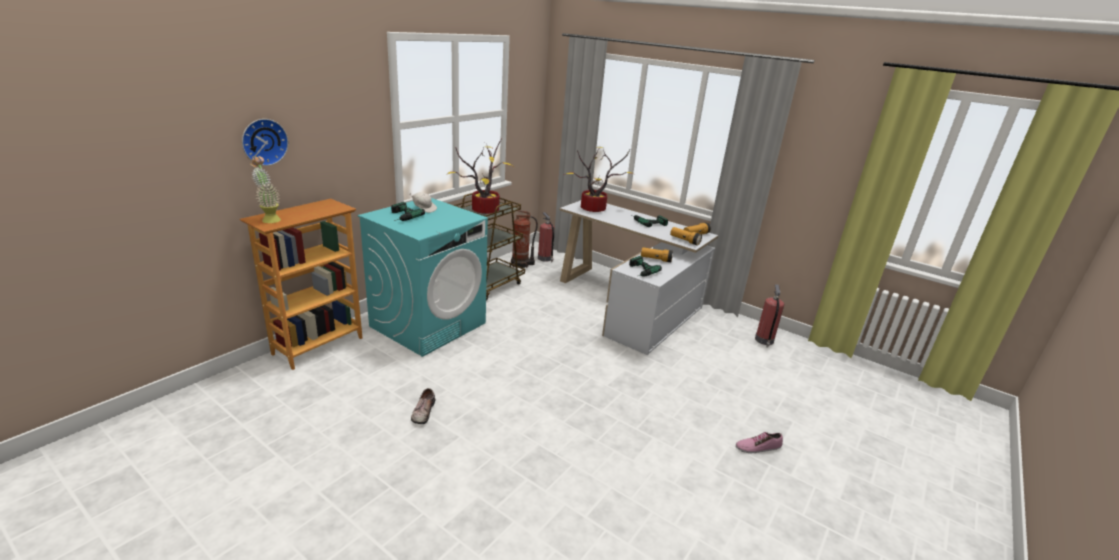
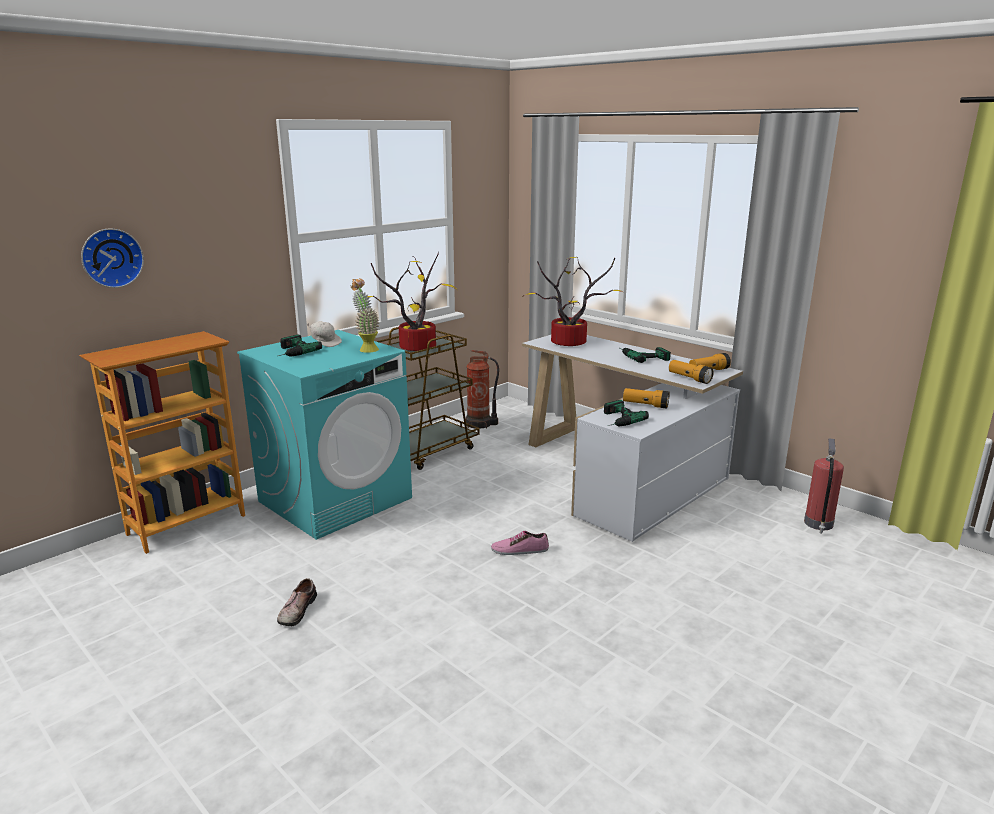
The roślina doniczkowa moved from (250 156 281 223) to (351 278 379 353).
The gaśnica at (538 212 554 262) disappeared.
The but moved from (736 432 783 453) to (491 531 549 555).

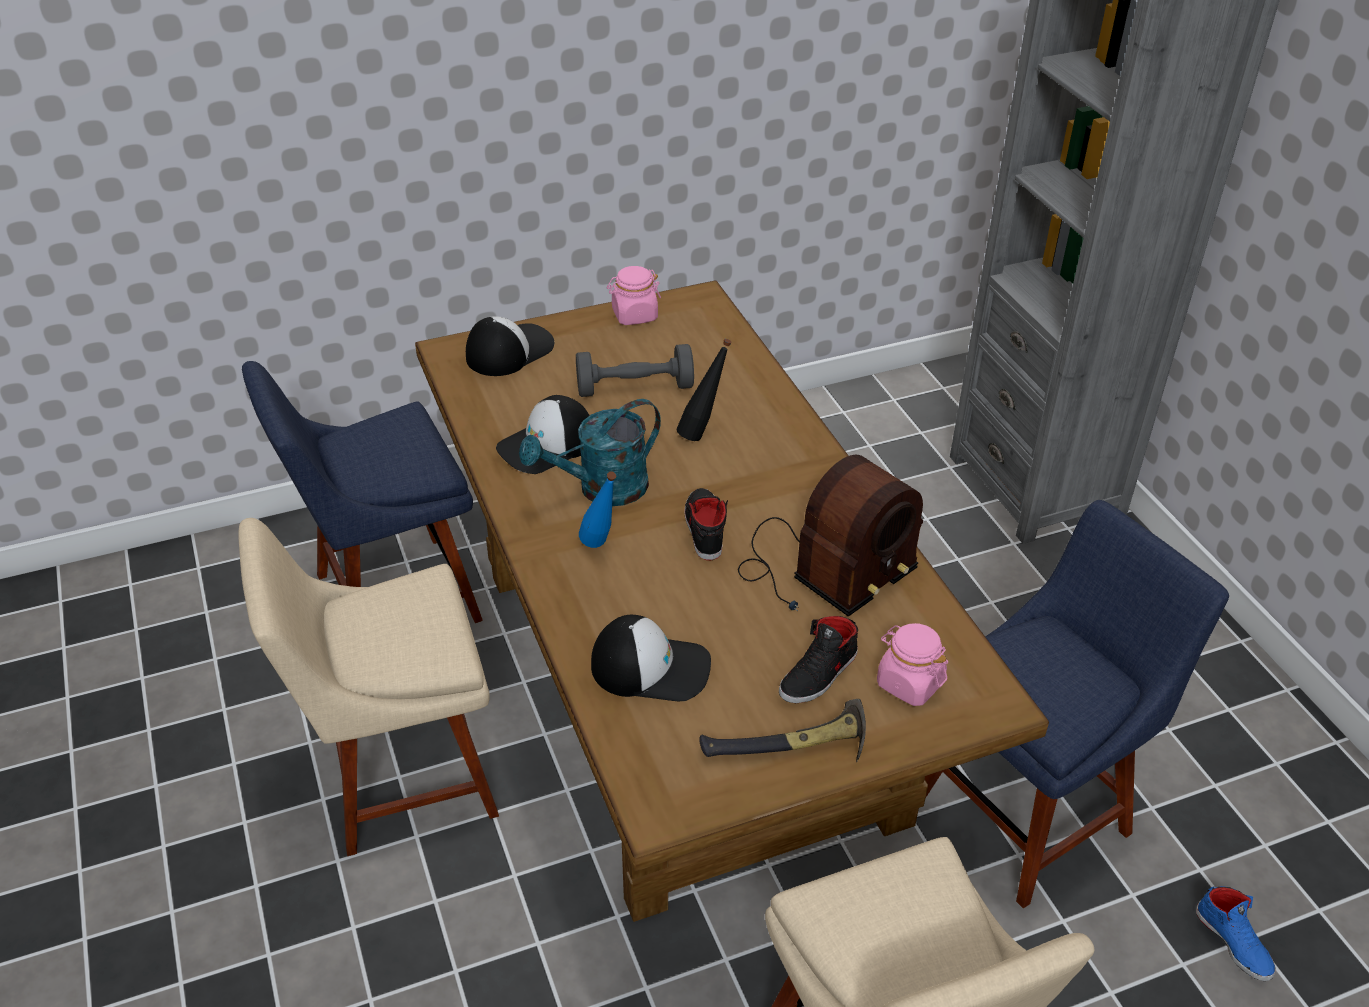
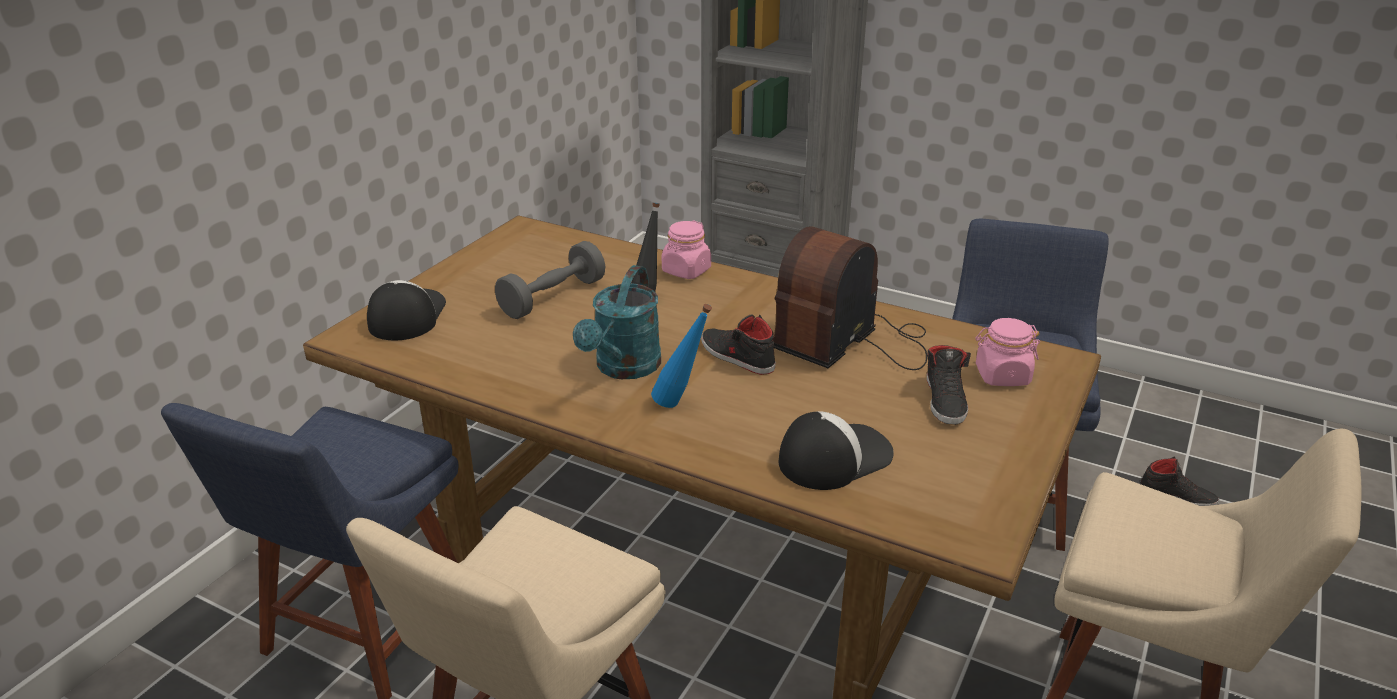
The słoik [różowy] moved from (607 266 661 325) to (662 220 711 279).
The czapka z daszkiem at (496 395 590 474) disappeared.
The radio at (738 455 923 617) turned 150 degrees counterclockwise.
The młotek at (699 699 866 763) disappeared.
The but [niebieski] at (1196 886 1276 981) became the but [czarny] at (1140 457 1219 506).

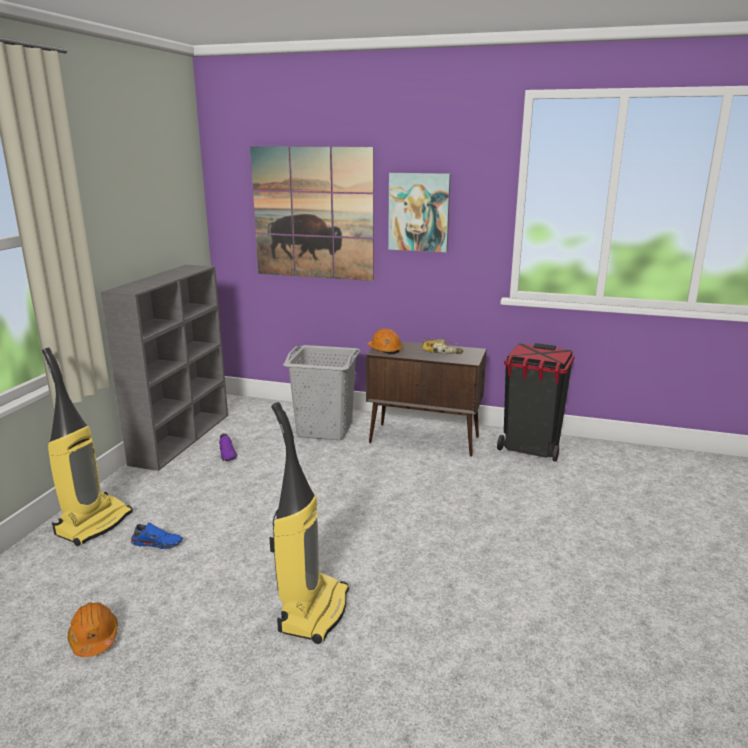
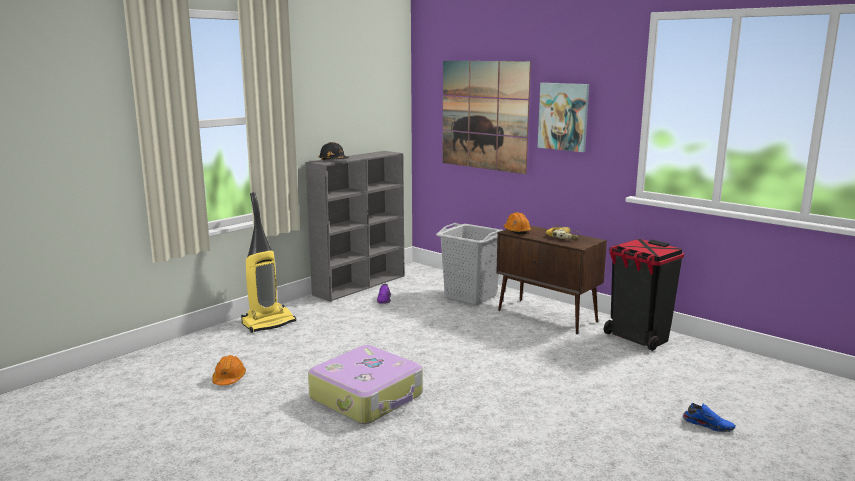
The odkurzacz at (269 402 349 644) was replaced by the walizka at (308 345 423 424).
The but [niebieski] moved from (131 523 183 549) to (683 403 736 432).
The kask [czarny] at (318 142 349 160) appeared.

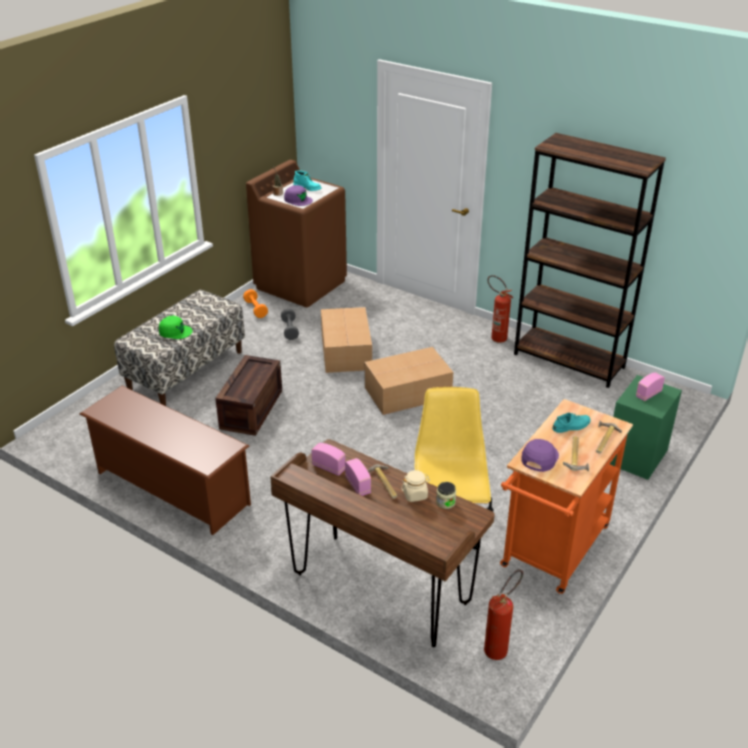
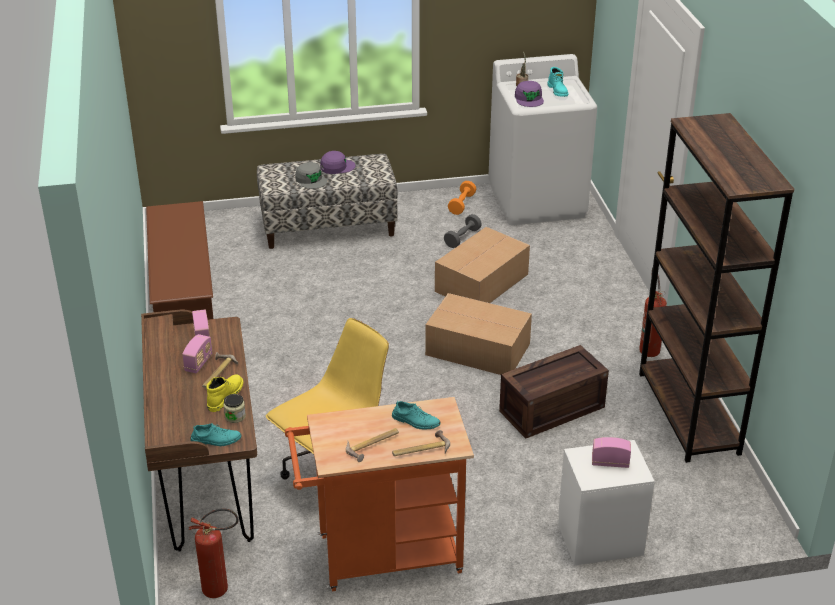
The pralka [brązowy] at (246 160 347 307) became the pralka [biały] at (488 54 597 225).
The czapka z daszkiem [zielony] at (159 315 193 339) became the czapka z daszkiem [szary] at (295 162 327 189).
The skrzynka moved from (215 355 282 436) to (499 345 609 439).
The szafka nocna [zielony] at (610 375 682 480) became the szafka nocna [biały] at (558 440 655 565).
The czapka z daszkiem [fioletowy] moved from (522 439 559 472) to (320 151 356 174).
The słoik [beżowy] at (401 470 430 502) was replaced by the but z cholewką [żółty] at (206 374 243 412).
The but [turkusowy] at (191 423 241 446) appeared.

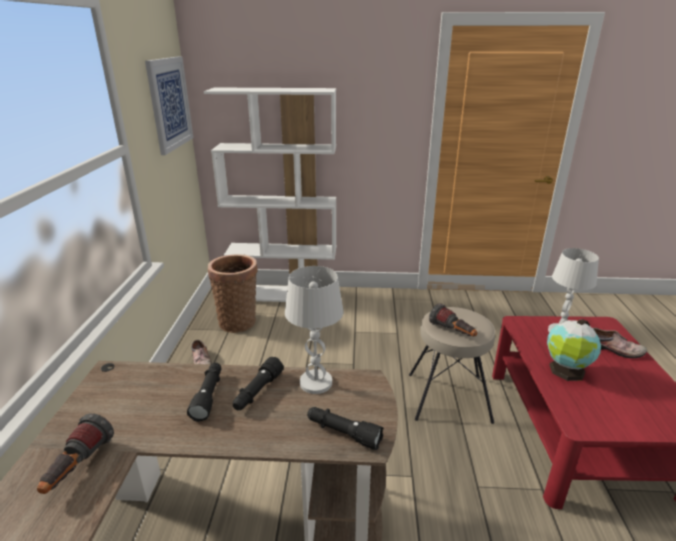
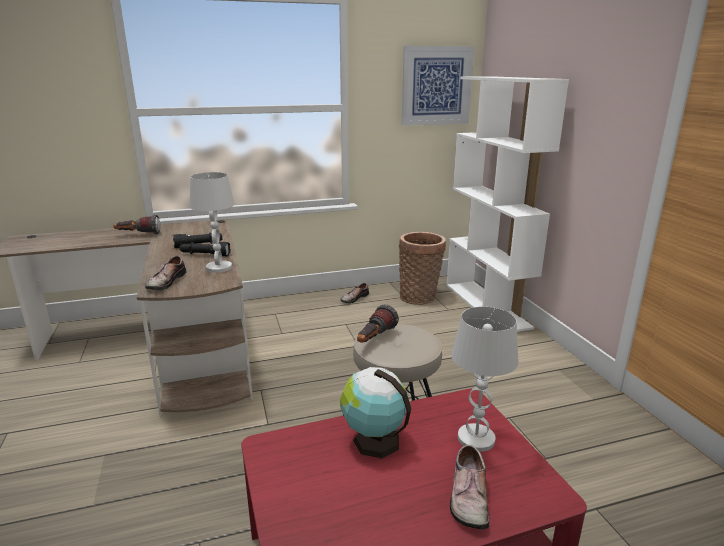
The latarka [czarny] at (307 407 384 450) was replaced by the but at (145 256 187 291).

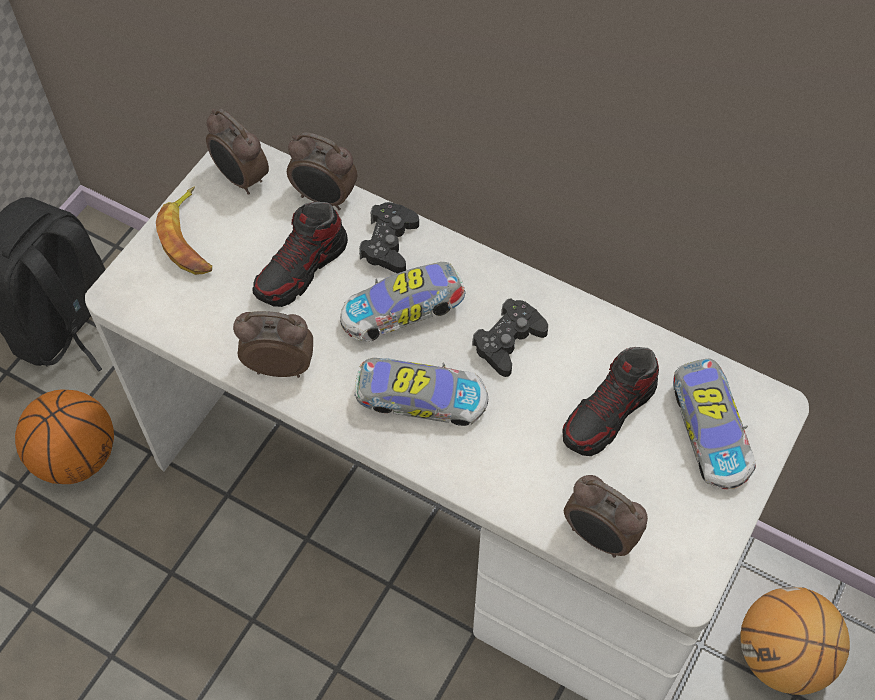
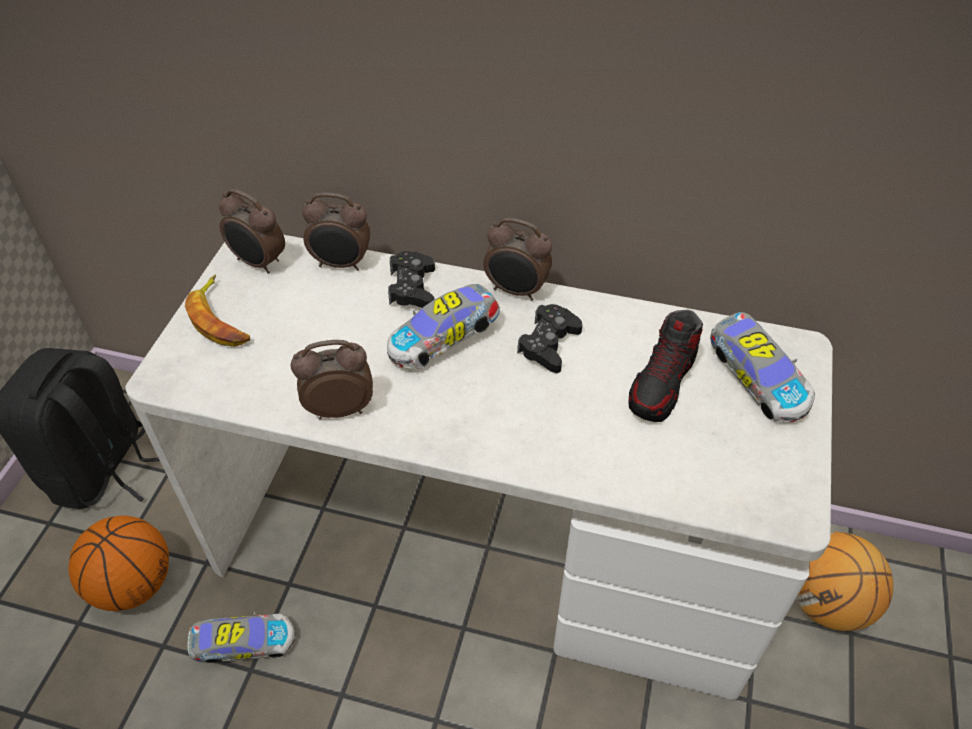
The but at (253 202 348 307) disappeared.
The samochodzik moved from (354 358 488 426) to (187 612 296 663).
The budzik moved from (564 475 648 558) to (484 218 552 301).

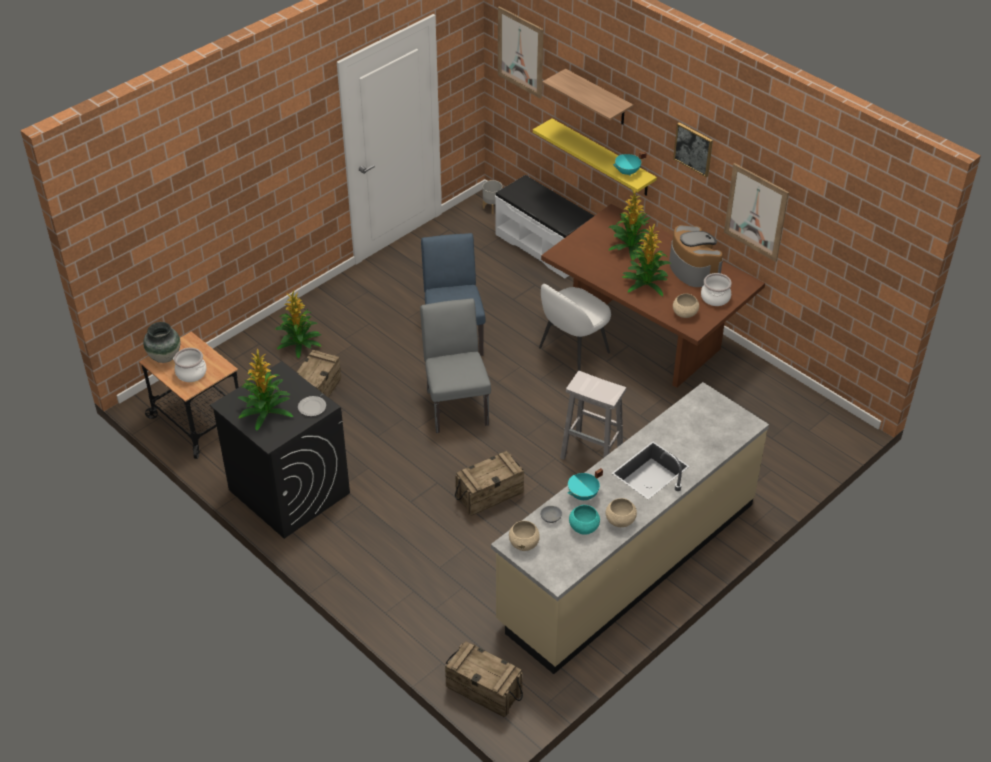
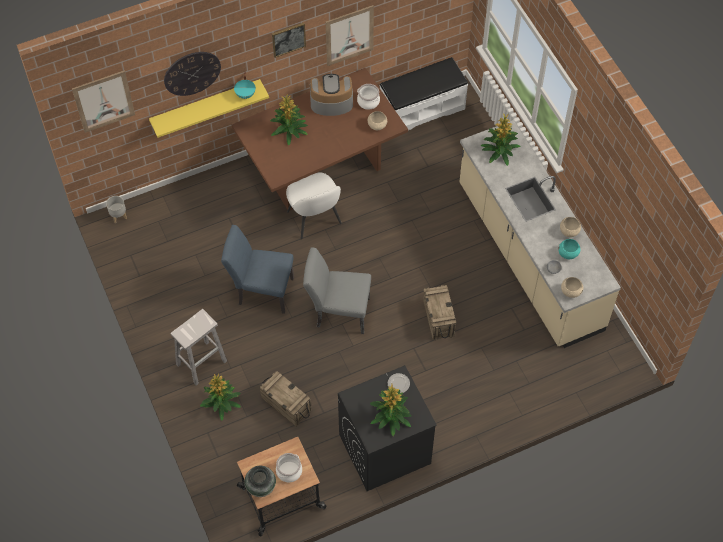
The półka at (542 69 633 125) was replaced by the zegar ścienny at (164 52 221 96).
The ławka [biały] moved from (495 175 594 279) to (380 57 468 130).
The roślina doniczkowa moved from (622 224 671 296) to (481 113 520 166).
The stołek [biały] moved from (560 371 626 460) to (170 309 227 385).
The garnek [turkusowy] at (568 468 603 500) disappeared.
The skrzynka at (445 641 523 717) disappeared.

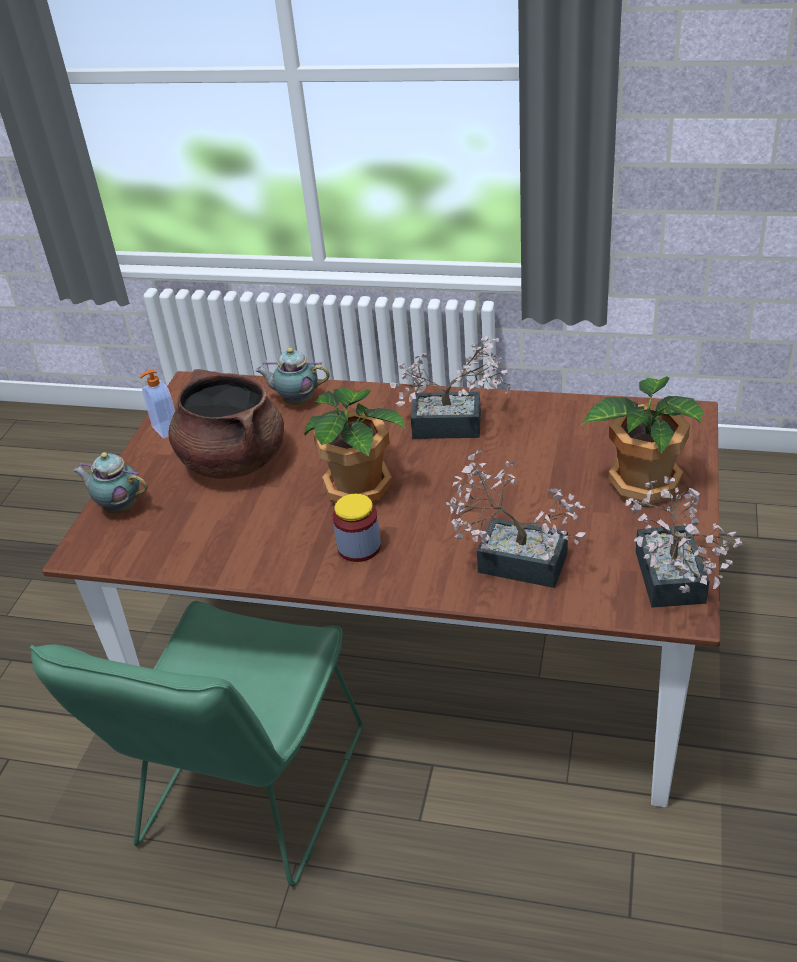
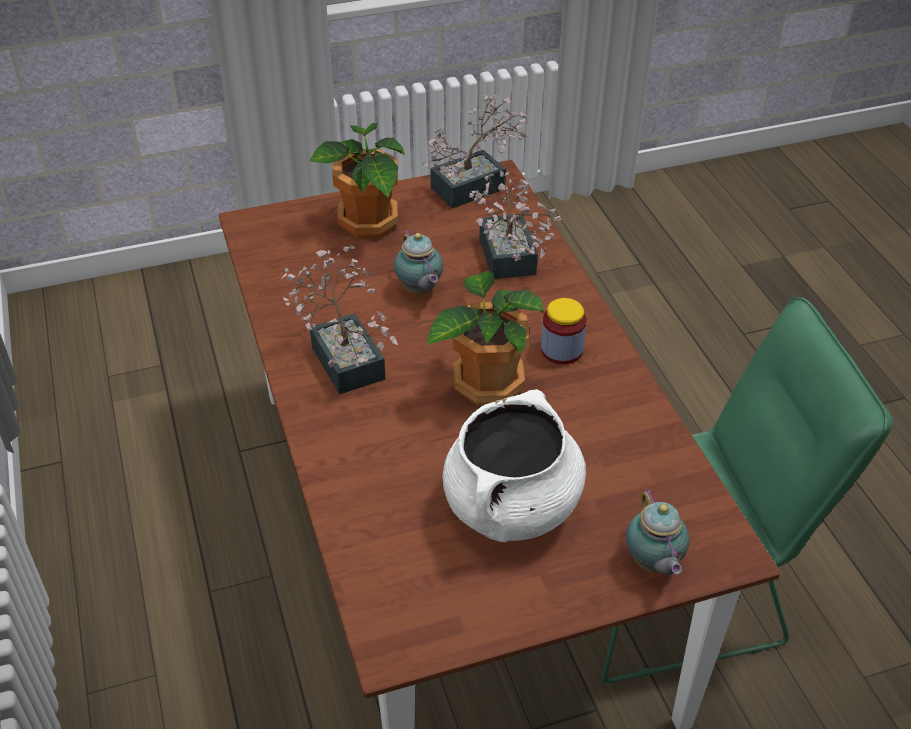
The imbryk moved from (255 348 330 405) to (394 230 444 294).
The dozownik mydła at (140 369 175 439) disappeared.
The garnek [brązowy] at (168 369 284 479) became the garnek [biały] at (443 389 586 542).

